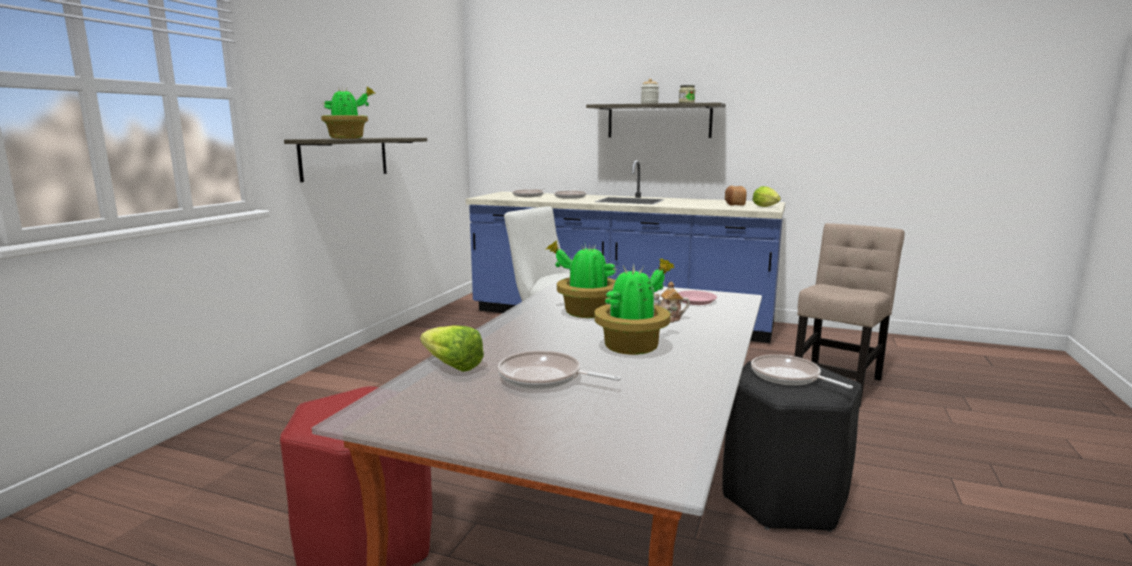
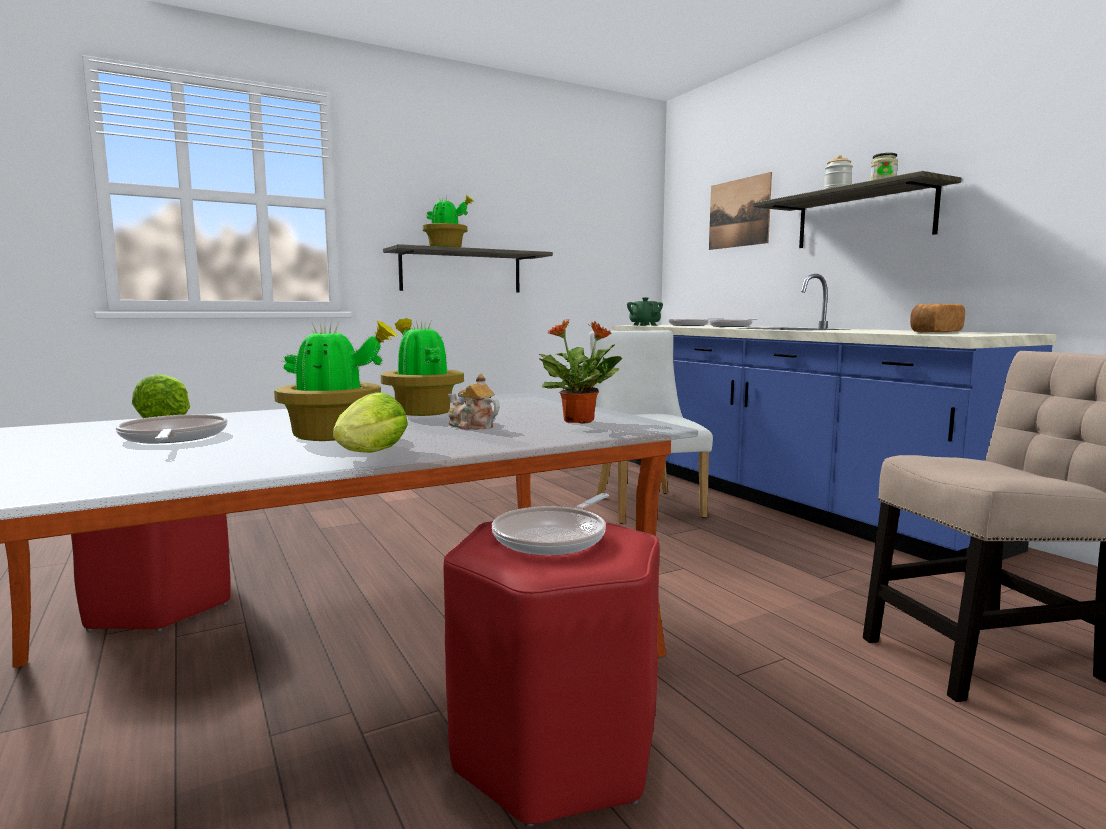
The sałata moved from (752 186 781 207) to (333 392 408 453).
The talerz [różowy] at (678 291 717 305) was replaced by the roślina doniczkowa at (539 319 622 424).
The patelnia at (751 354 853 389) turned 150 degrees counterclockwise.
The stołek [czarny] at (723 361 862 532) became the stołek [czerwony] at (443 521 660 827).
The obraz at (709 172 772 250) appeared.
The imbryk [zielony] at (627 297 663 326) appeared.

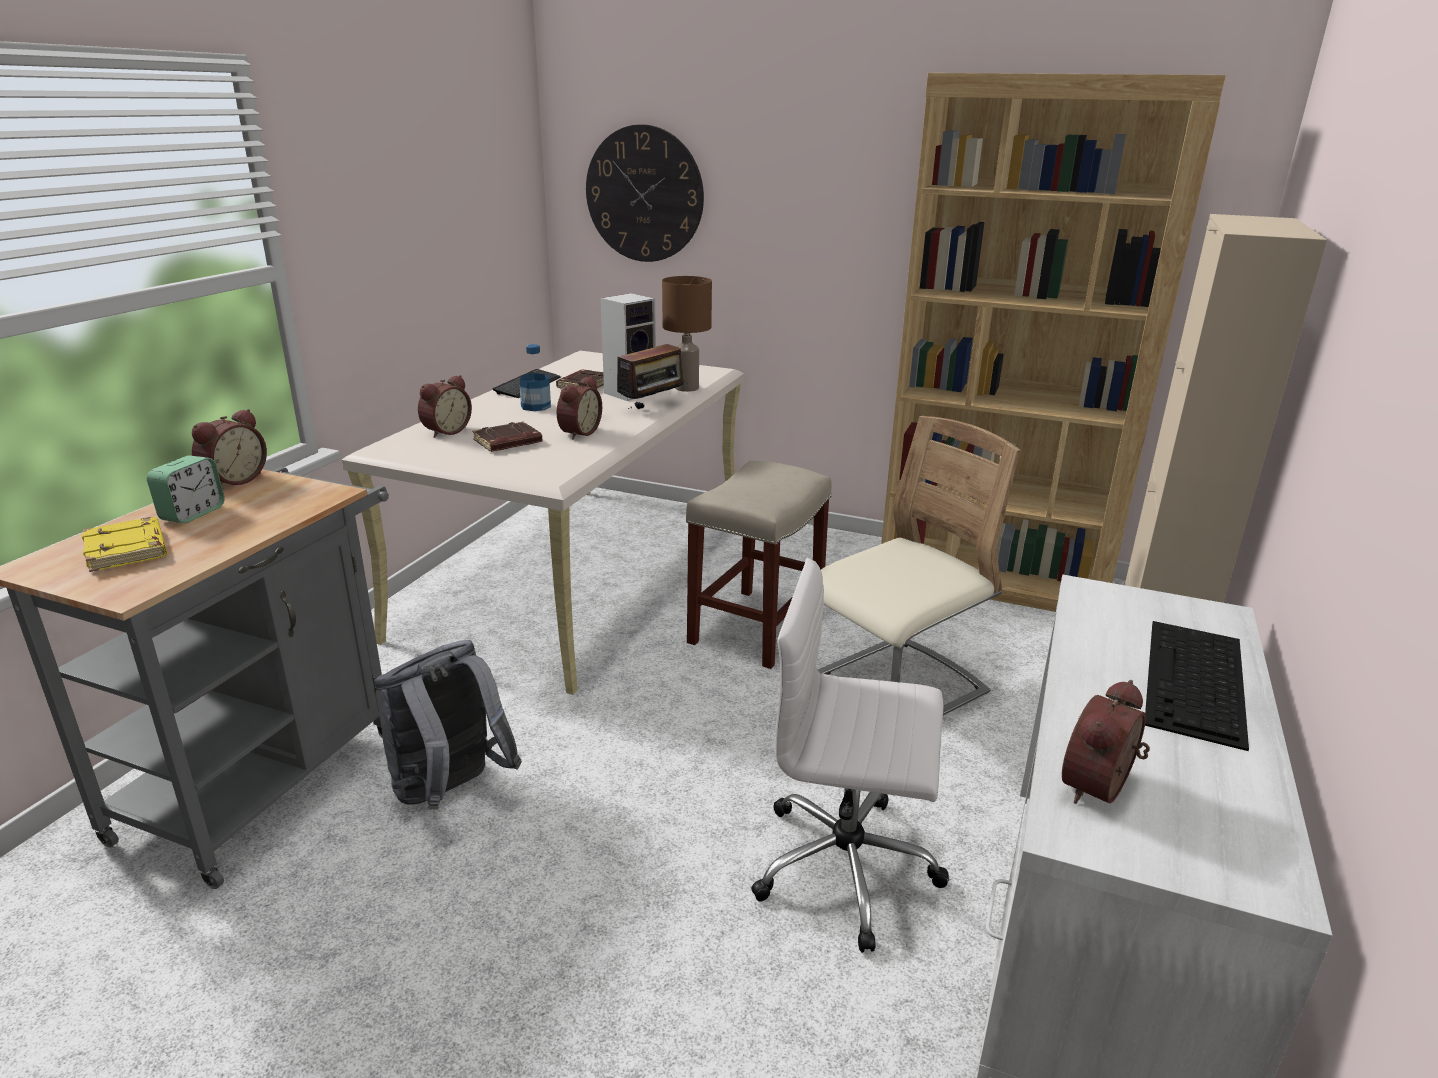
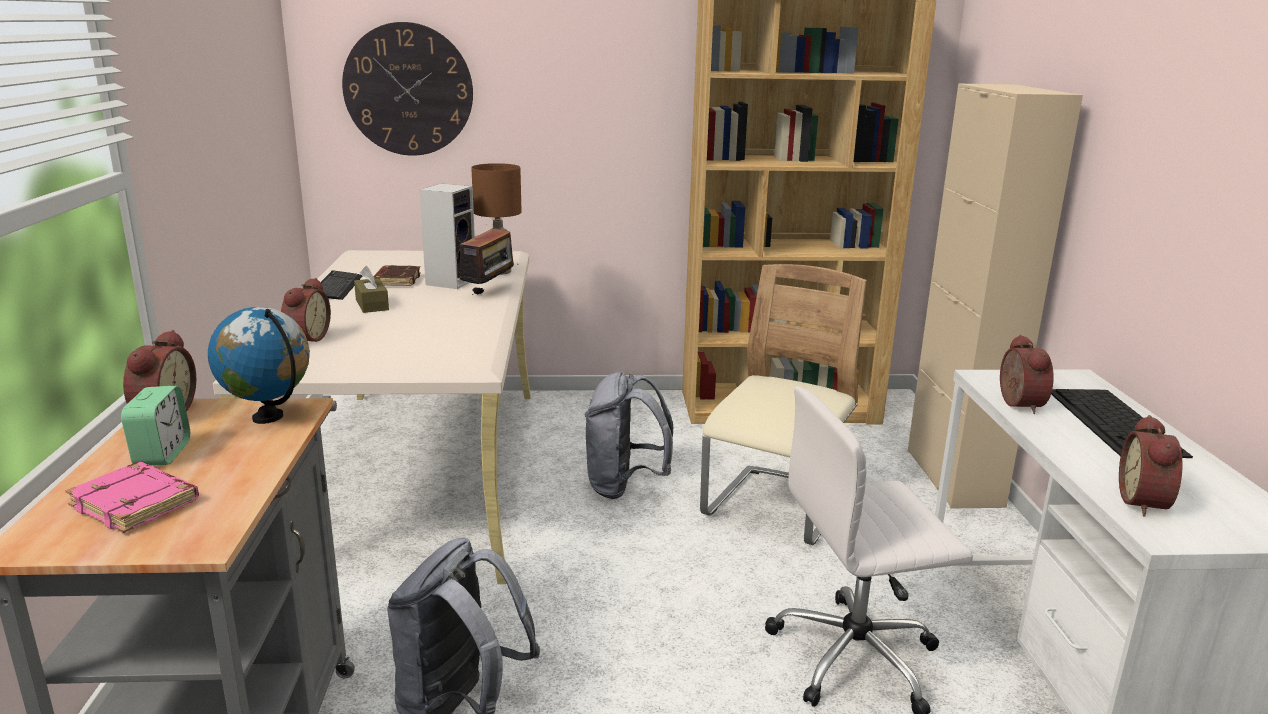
The butelka at (519 344 551 411) was replaced by the pudełko chusteczek [brązowy] at (354 266 389 313).
The budzik moved from (557 376 602 440) to (1000 335 1054 414).
The książka [brązowy] at (472 422 543 452) disappeared.
The stołek [beżowy] at (686 461 832 669) was replaced by the plecak [szary] at (585 372 673 499).
The książka [żółty] at (82 517 167 572) became the książka [różowy] at (65 462 199 533).
The globus at (208 307 310 424) appeared.

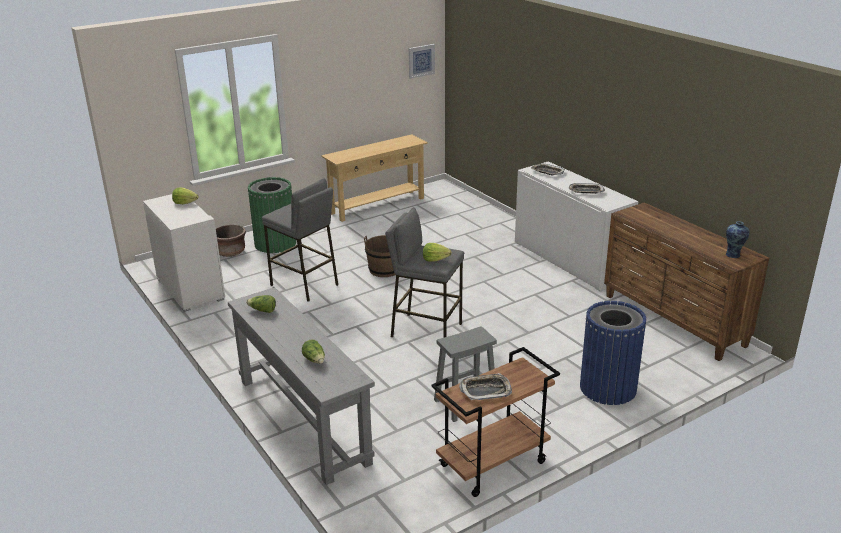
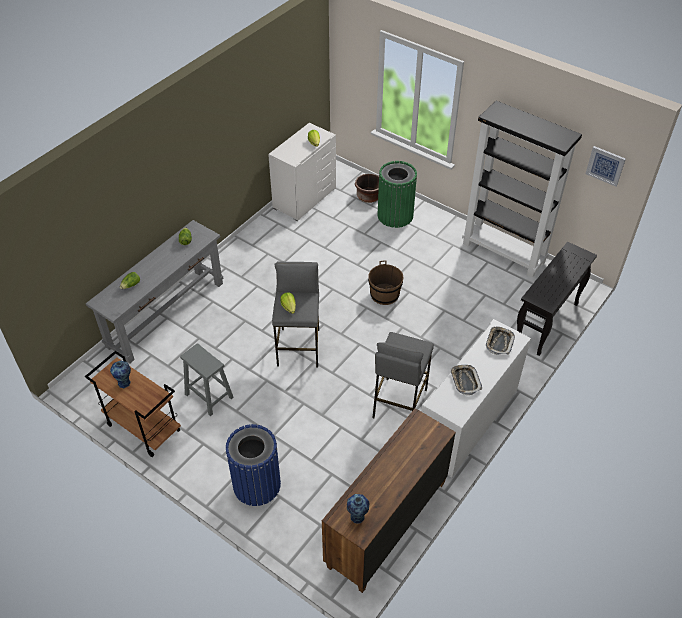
The stolik konsolowy [beżowy] at (321 134 428 222) was replaced by the regał [czarny] at (462 101 582 278).
The stołek [szary] moved from (262 178 338 302) to (372 332 434 418).
The taca at (459 373 512 400) was replaced by the wazon at (110 361 131 388).
The stolik konsolowy [czarny] at (517 242 597 356) appeared.

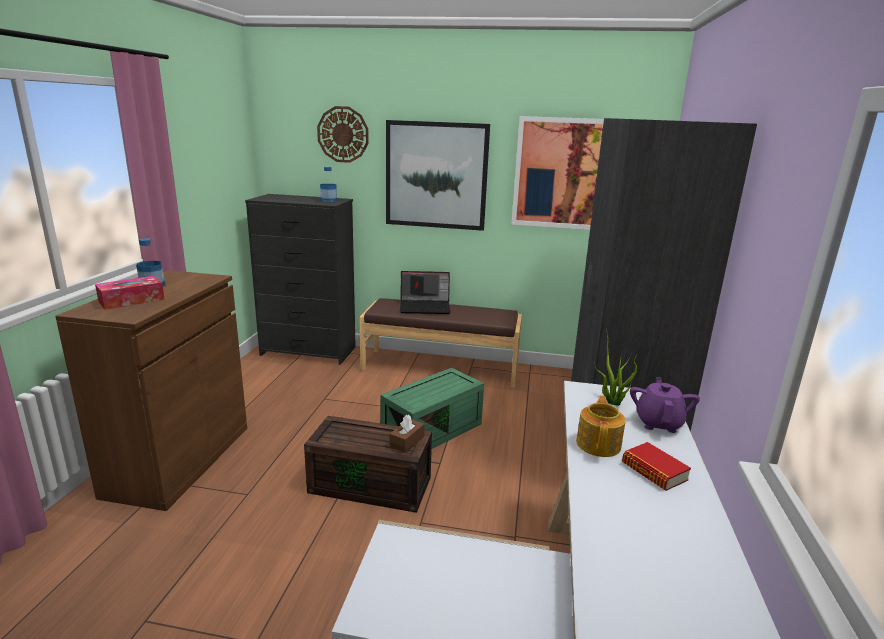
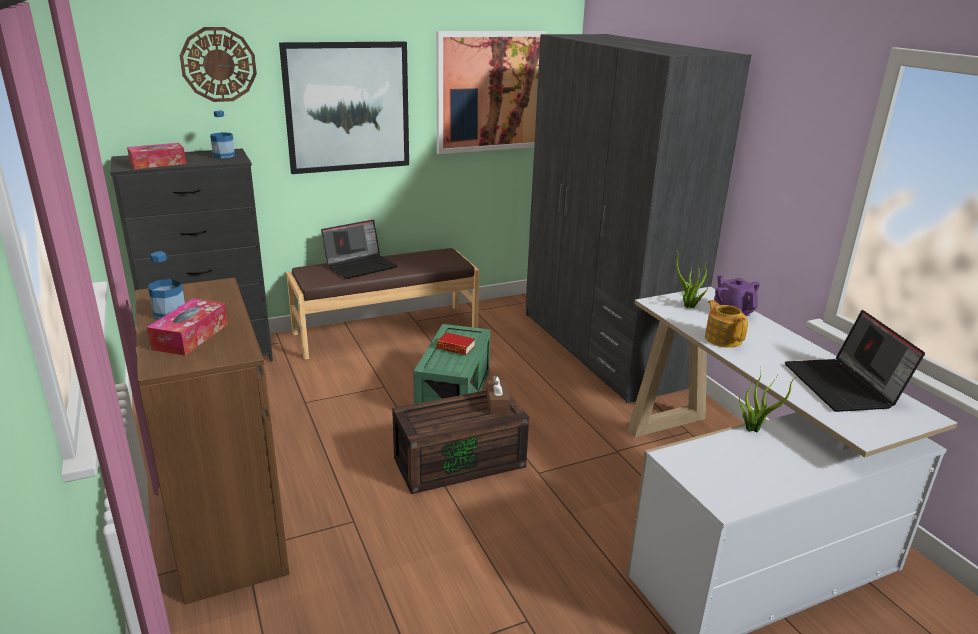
The książka moved from (622 442 691 491) to (436 332 475 355).
The pudełko chusteczek at (127 143 186 169) appeared.
The laptop at (785 310 925 412) appeared.
The roślina doniczkowa at (739 368 799 433) appeared.

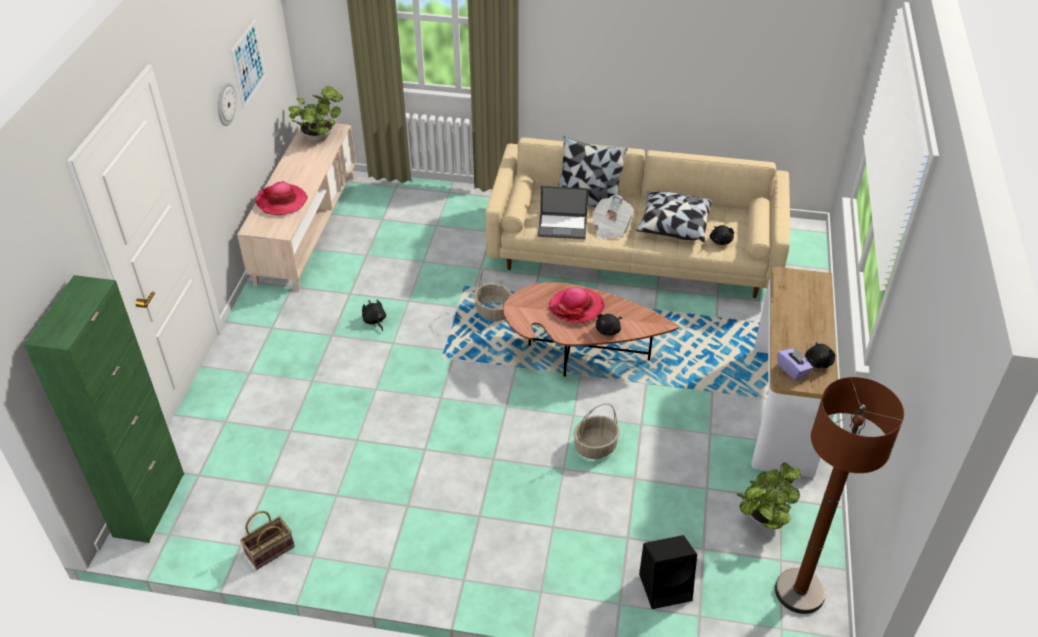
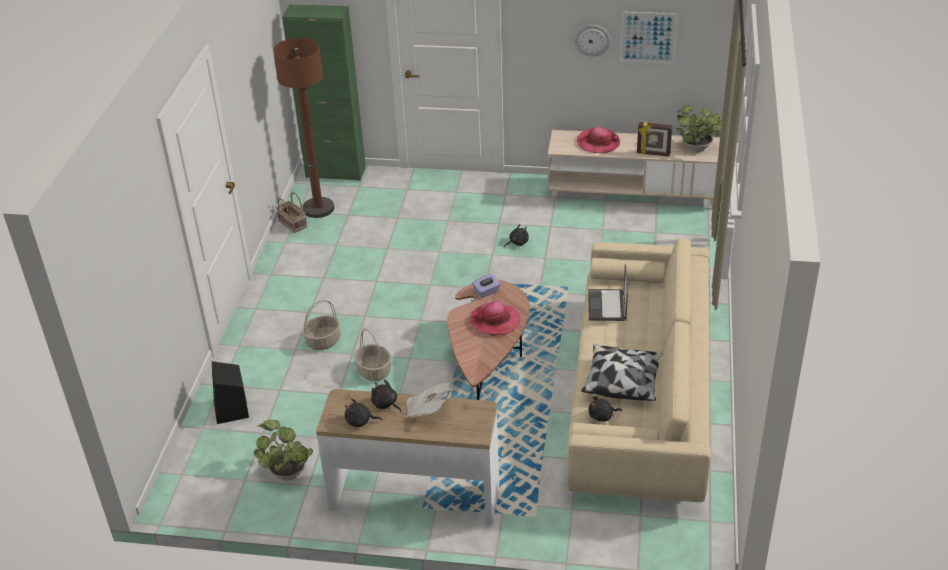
The poduszka at (558 136 627 207) disappeared.
The gazeta moved from (592 195 634 240) to (406 383 452 417).
The koszyk moved from (474 268 512 321) to (302 300 340 350).
The pluszak [czarny] moved from (596 314 622 336) to (371 379 402 412).
The pudełko chusteczek [fioletowy] moved from (777 348 813 381) to (472 274 501 298).
The lampa stojąca [brązowy] moved from (775 377 904 614) to (273 37 334 218).
The ramka na zdjęcie at (637 122 672 156) appeared.

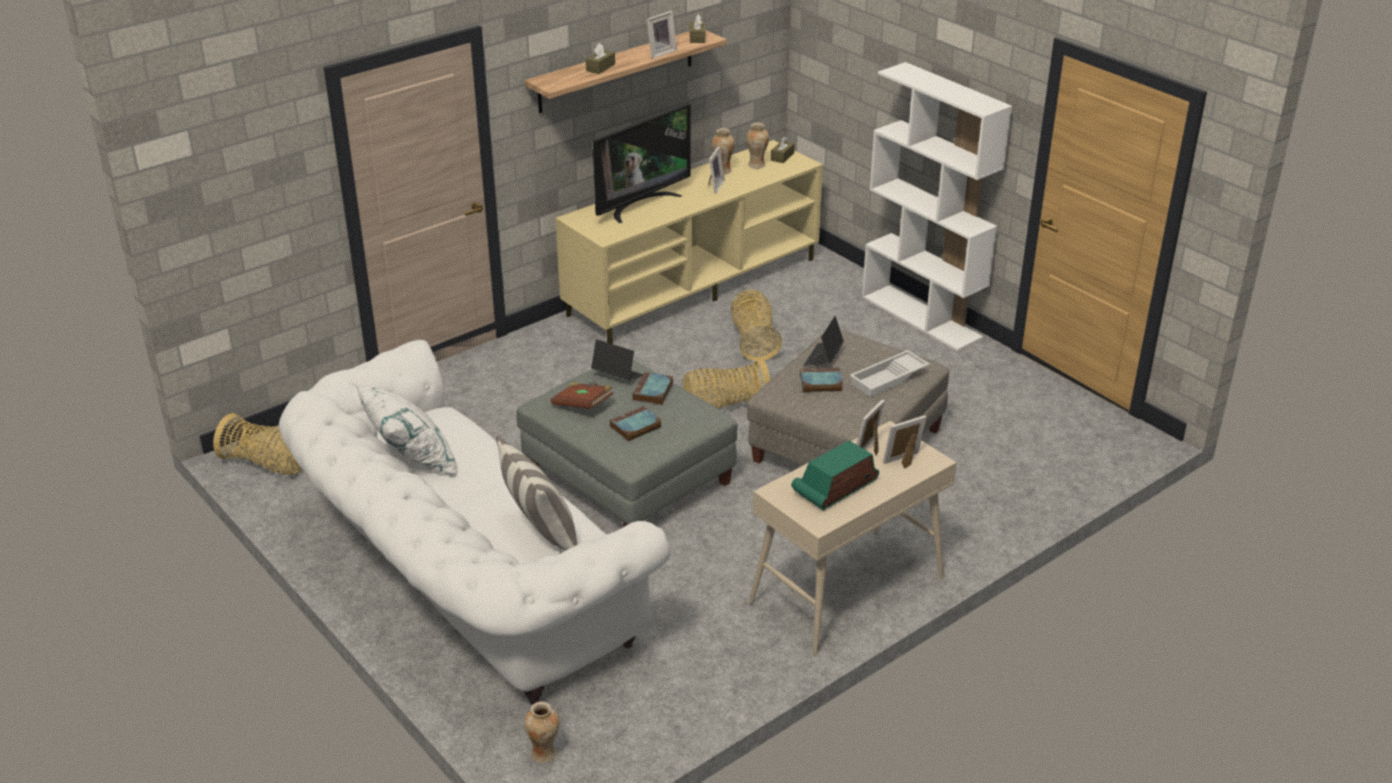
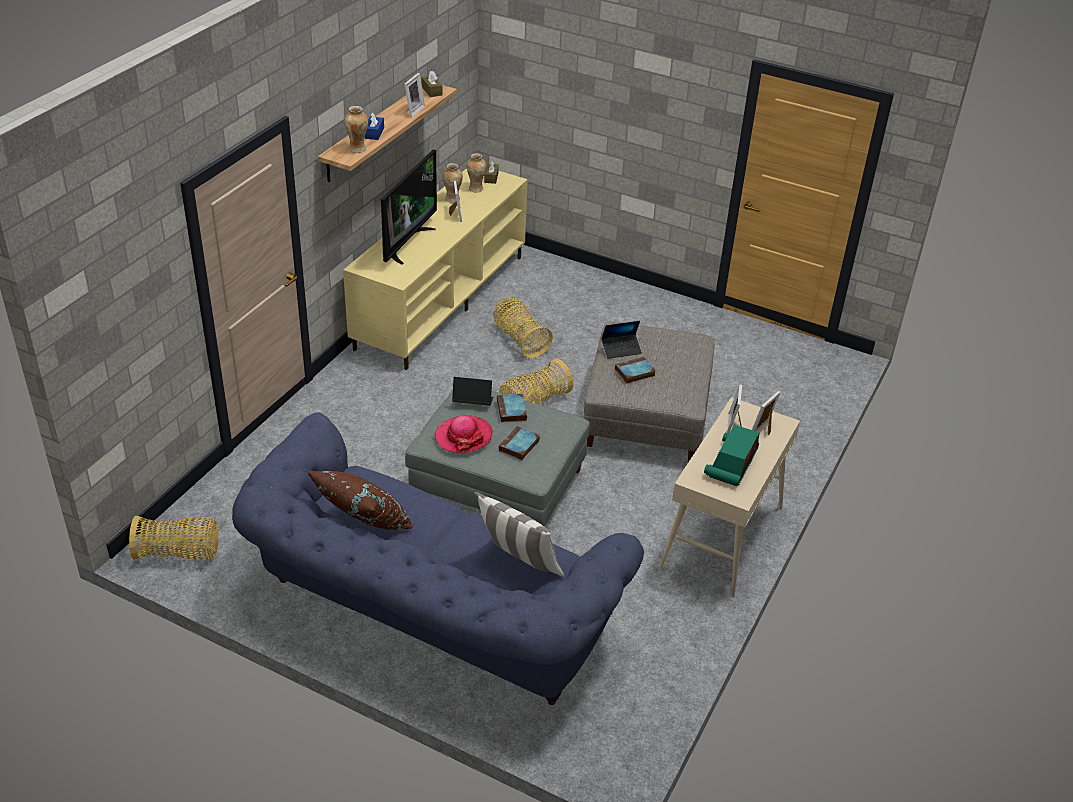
The pudełko chusteczek [brązowy] at (586 43 615 74) became the pudełko chusteczek [niebieski] at (364 112 384 140).
The regał [biały] at (862 62 1012 351) disappeared.
The laptop at (804 316 844 366) turned 105 degrees counterclockwise.
The kanapa [biały] at (279 340 670 705) became the kanapa [niebieski] at (232 412 644 705).
The taca [biały] at (850 350 930 397) disappeared.
The książka [brązowy] at (551 382 613 409) was replaced by the kapelusz at (434 415 493 453).
The poduszka [biały] at (355 383 456 474) became the poduszka [brązowy] at (306 471 413 530).
The wazon moved from (524 701 559 763) to (344 106 368 153).

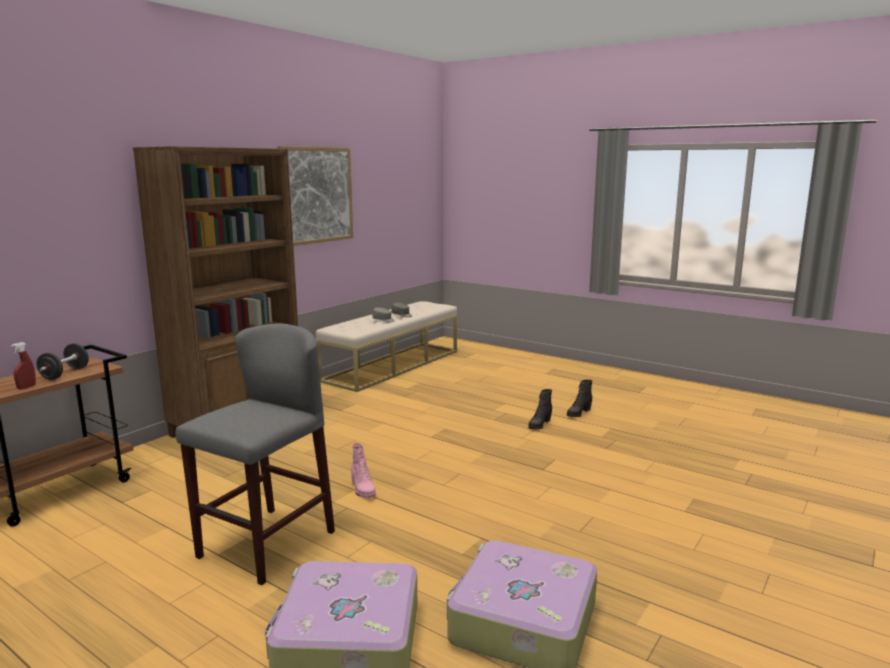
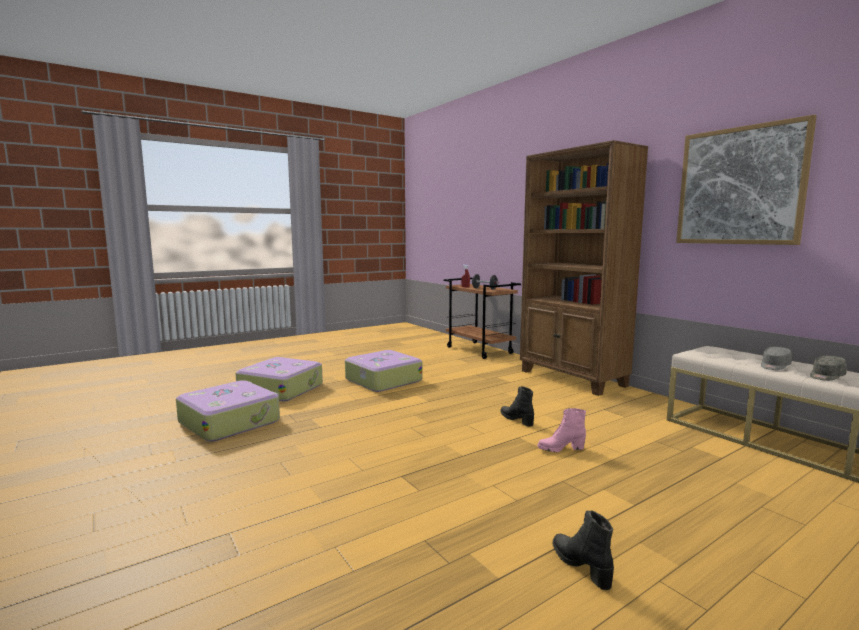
The stołek [szary] at (176 324 335 585) was replaced by the walizka at (345 350 422 392).
The but z cholewką [czarny] moved from (528 389 552 430) to (500 386 534 427).
The but z cholewką [różowy] moved from (351 443 376 498) to (538 408 586 452).

